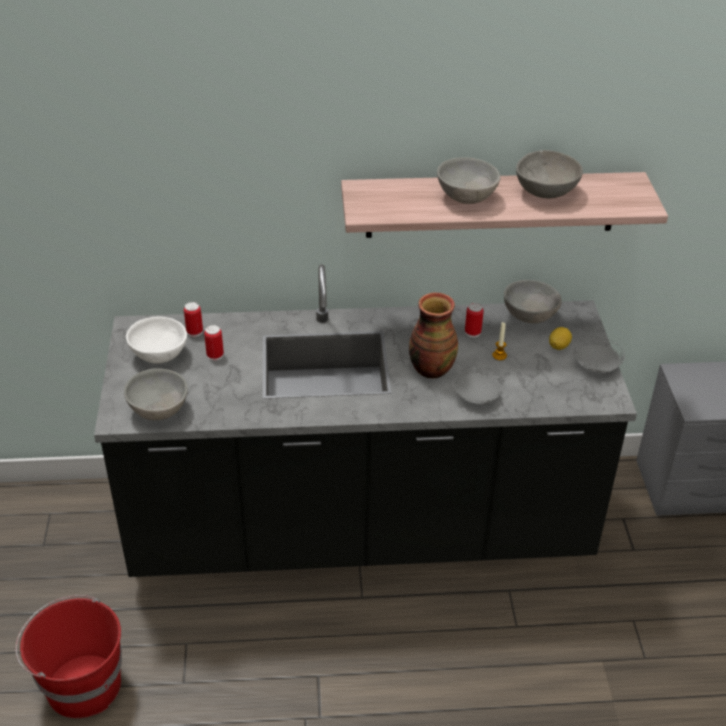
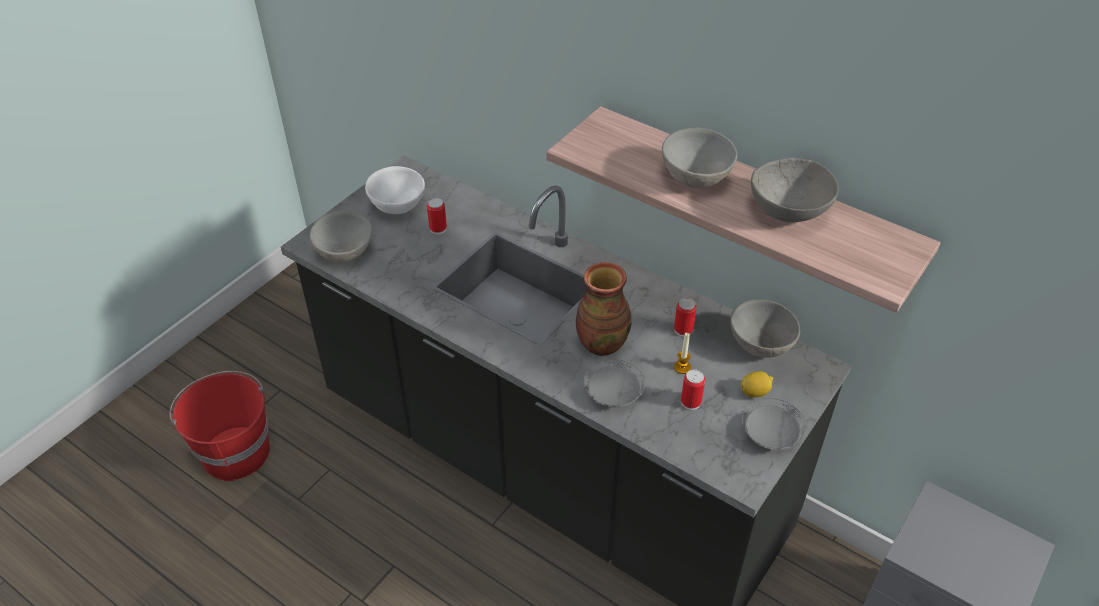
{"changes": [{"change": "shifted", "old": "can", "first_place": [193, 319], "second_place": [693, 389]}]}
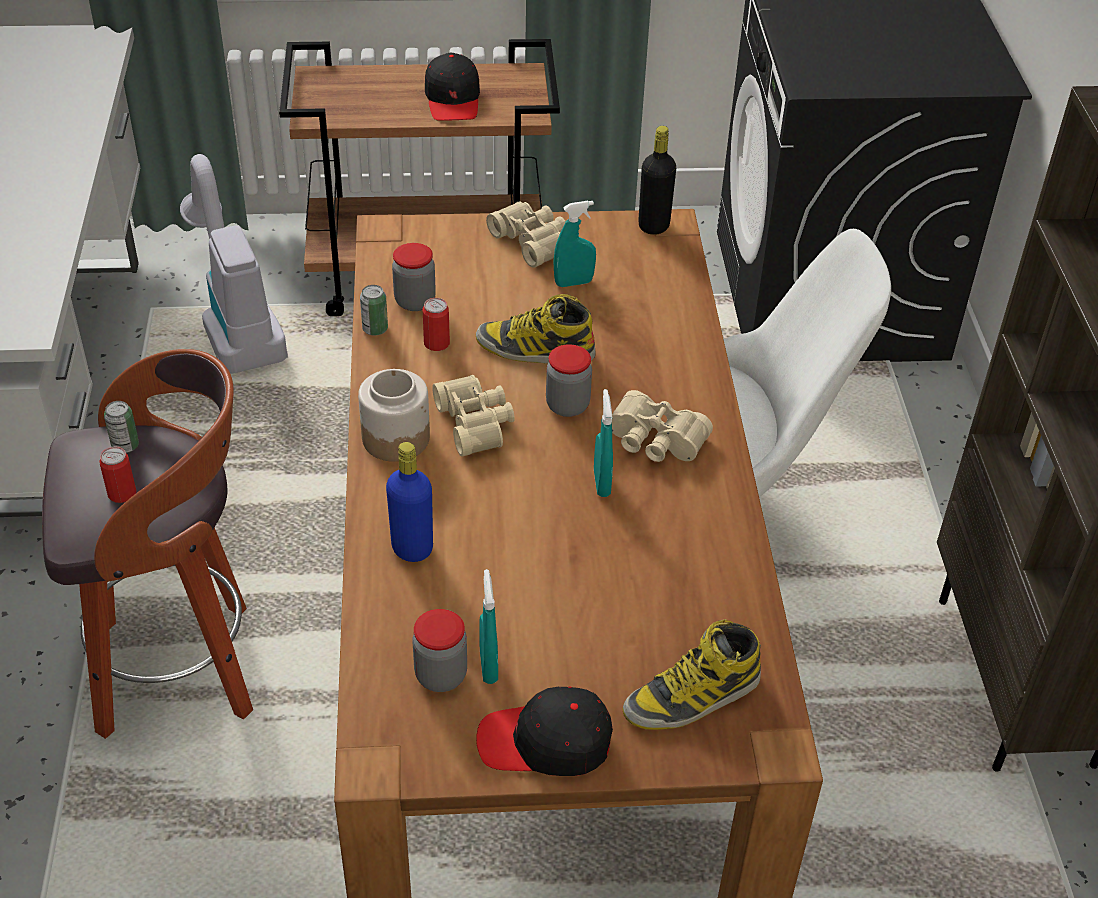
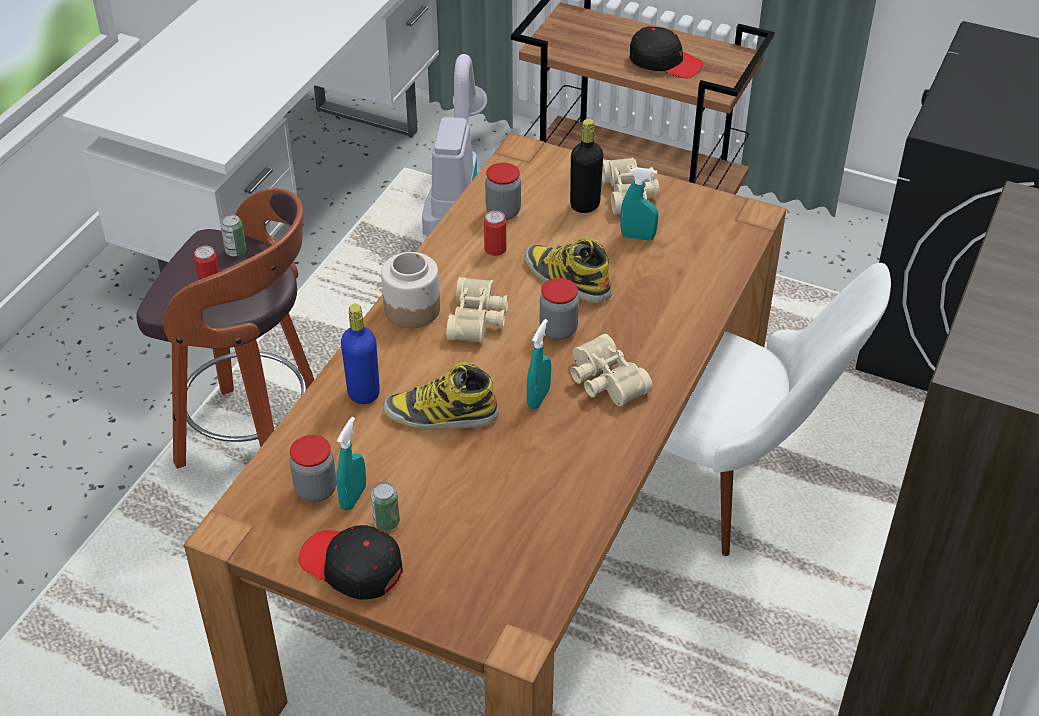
{"changes": [{"change": "shifted", "old": "can", "first_place": [374, 310], "second_place": [385, 506]}, {"change": "rotated", "old": "black-coloured baseball cap", "first_place": [452, 86], "second_place": [666, 52], "degrees": -90}, {"change": "shifted", "old": "boot", "first_place": [691, 674], "second_place": [440, 395]}, {"change": "shifted", "old": "black-coloured bottle", "first_place": [657, 180], "second_place": [586, 166]}]}
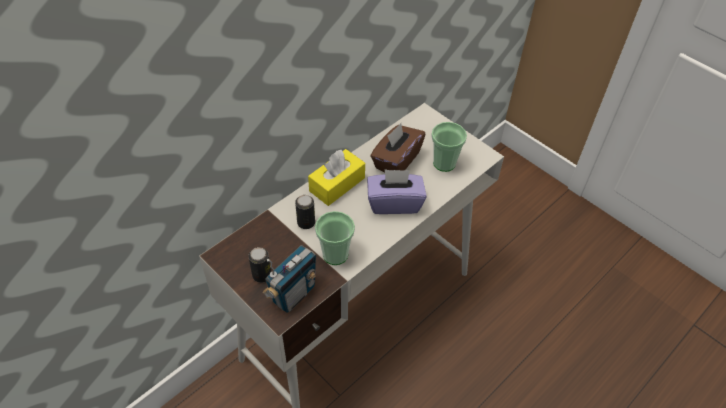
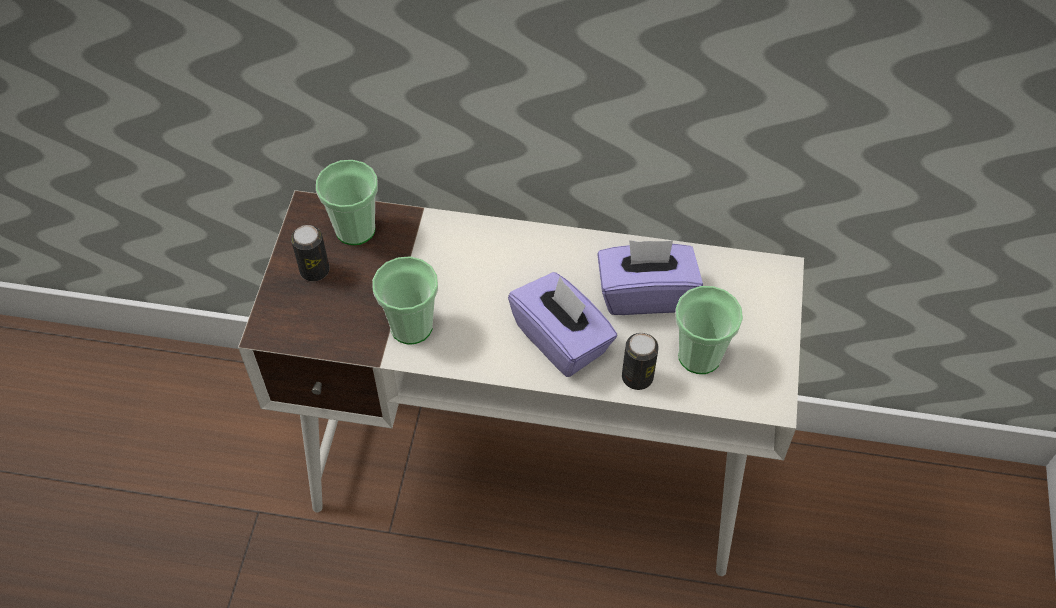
{"changes": [{"change": "gone", "old": "radio receiver", "first_place": [289, 279]}, {"change": "shifted", "old": "can", "first_place": [305, 212], "second_place": [640, 361]}, {"change": "gone", "old": "yellow box of tissues", "first_place": [336, 177]}, {"change": "repainted", "old": "brown-coloured box of tissues", "new": "purplish box of tissues", "first_place": [398, 147], "second_place": [650, 277]}, {"change": "new", "new": "drinking cup", "second_place": [347, 202]}]}
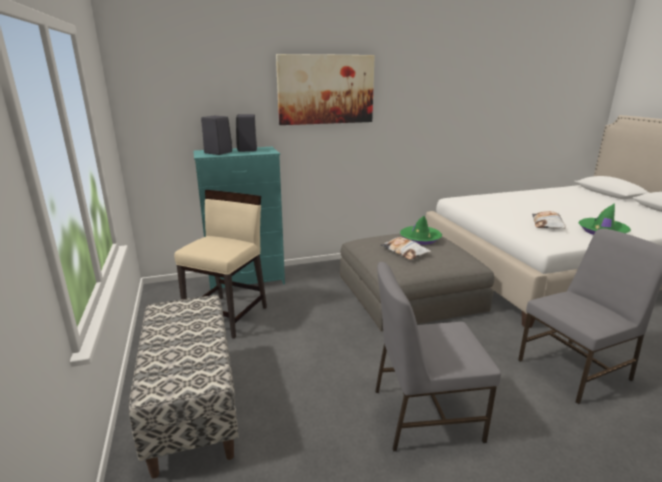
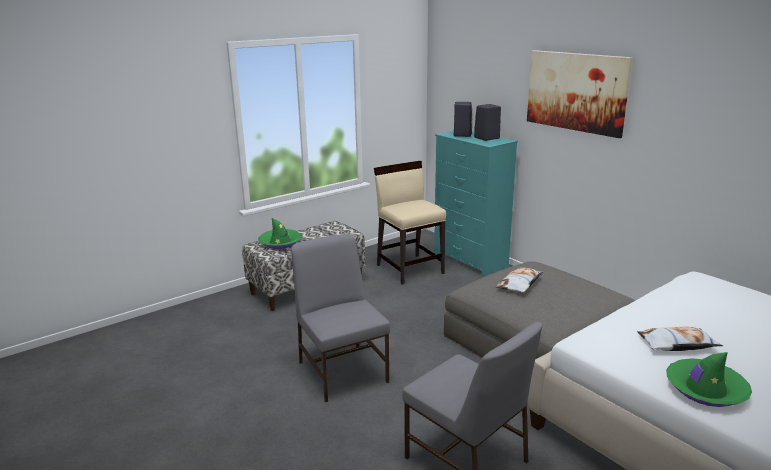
{"changes": [{"change": "rotated", "old": "sand-coloured chair", "first_place": [220, 264], "second_place": [410, 223], "degrees": -120}, {"change": "shifted", "old": "greenish clothing hat", "first_place": [421, 230], "second_place": [280, 233]}]}
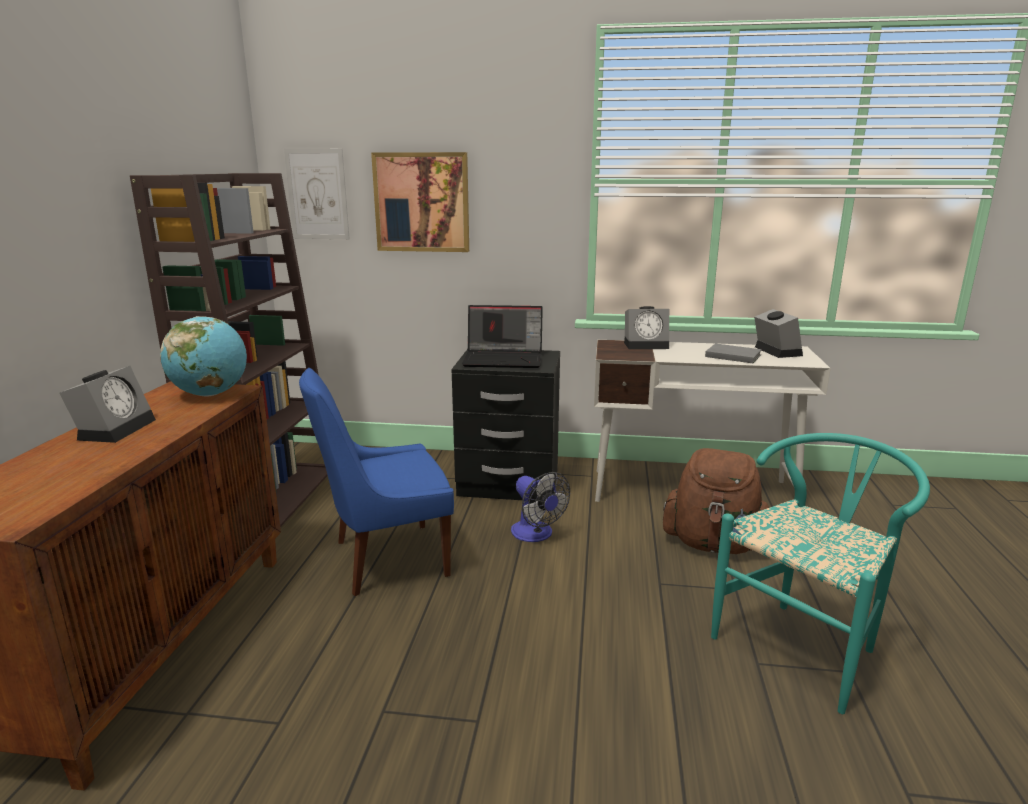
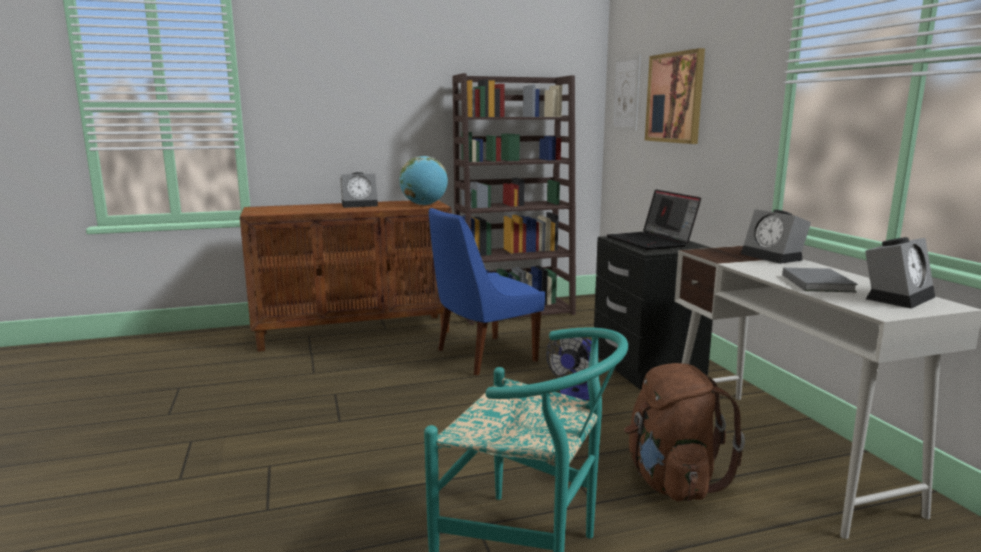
{"changes": [{"change": "rotated", "old": "blue chair", "first_place": [376, 482], "second_place": [487, 292], "degrees": -75}]}
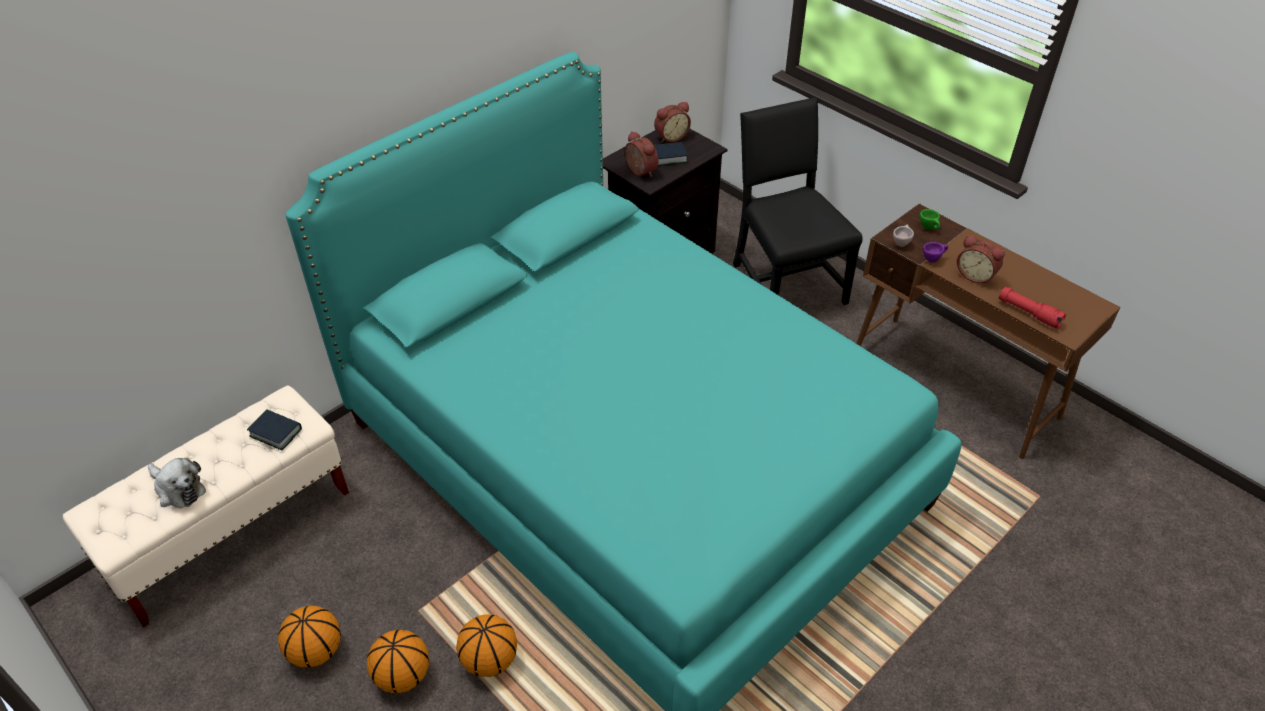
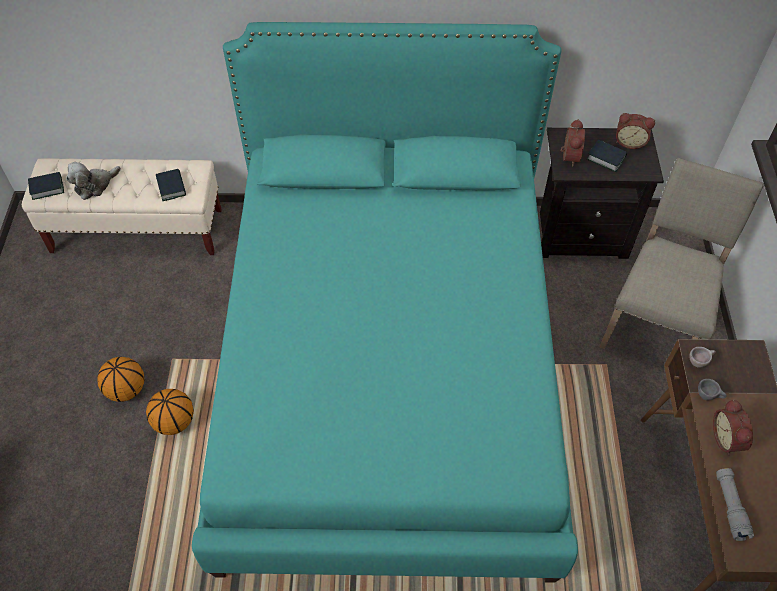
{"changes": [{"change": "rotated", "old": "plush toy", "first_place": [177, 483], "second_place": [93, 181], "degrees": 60}, {"change": "gone", "old": "basketball", "first_place": [309, 637]}, {"change": "repainted", "old": "black-coloured chair", "new": "sand-coloured chair", "first_place": [797, 201], "second_place": [682, 253]}, {"change": "gone", "old": "greenish drinking cup", "first_place": [930, 219]}, {"change": "repainted", "old": "purplish drinking cup", "new": "grey drinking cup", "first_place": [935, 252], "second_place": [712, 390]}, {"change": "repainted", "old": "reddish torch", "new": "grey torch", "first_place": [1032, 308], "second_place": [735, 504]}, {"change": "new", "new": "bound book", "second_place": [46, 186]}]}
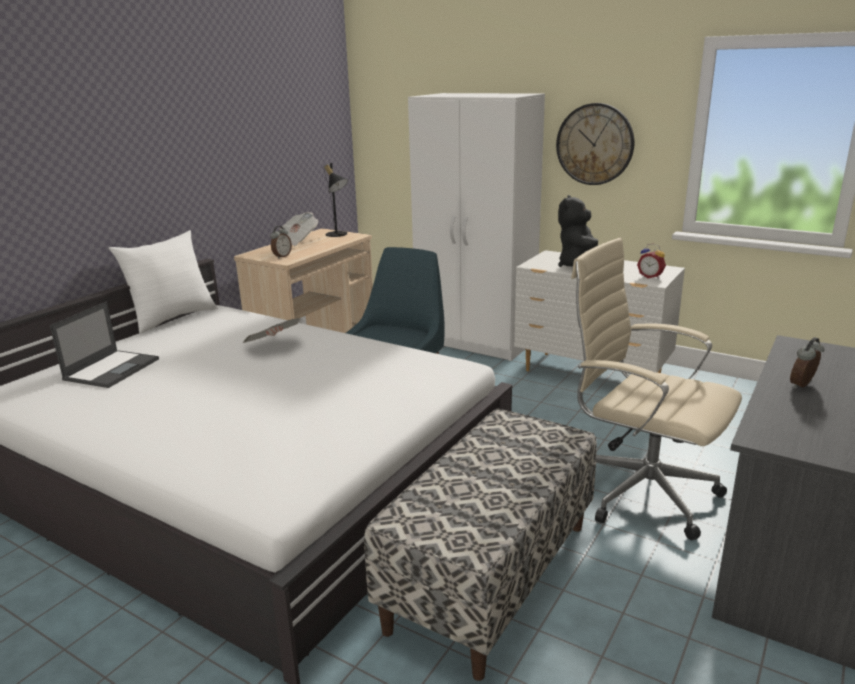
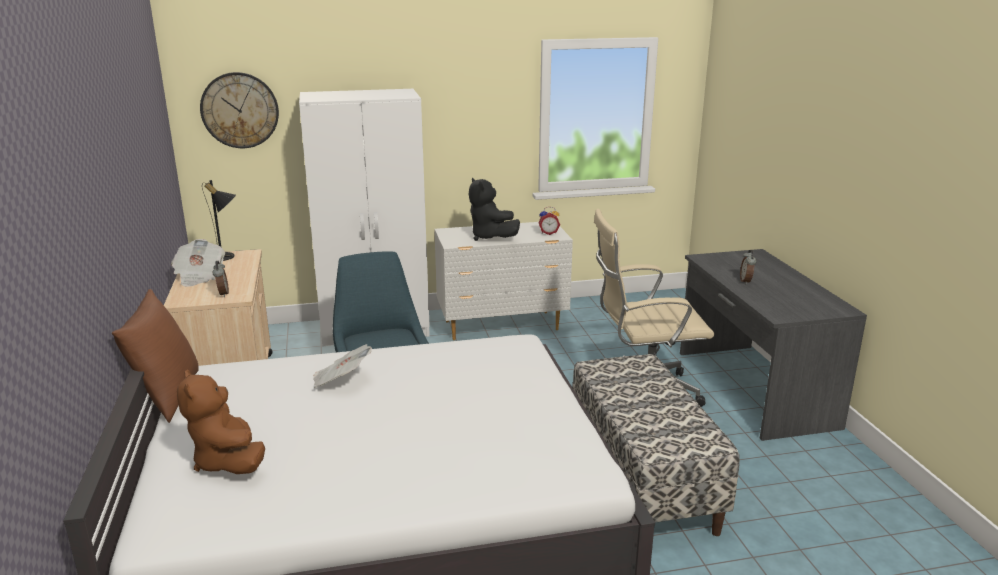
{"changes": [{"change": "swapped", "old": "portable computer", "new": "brown-coloured plush toy", "first_place": [104, 344], "second_place": [221, 421]}, {"change": "repainted", "old": "whitish pillow", "new": "brown-coloured pillow", "first_place": [163, 282], "second_place": [155, 356]}, {"change": "shifted", "old": "clock on the wall", "first_place": [595, 144], "second_place": [239, 110]}]}
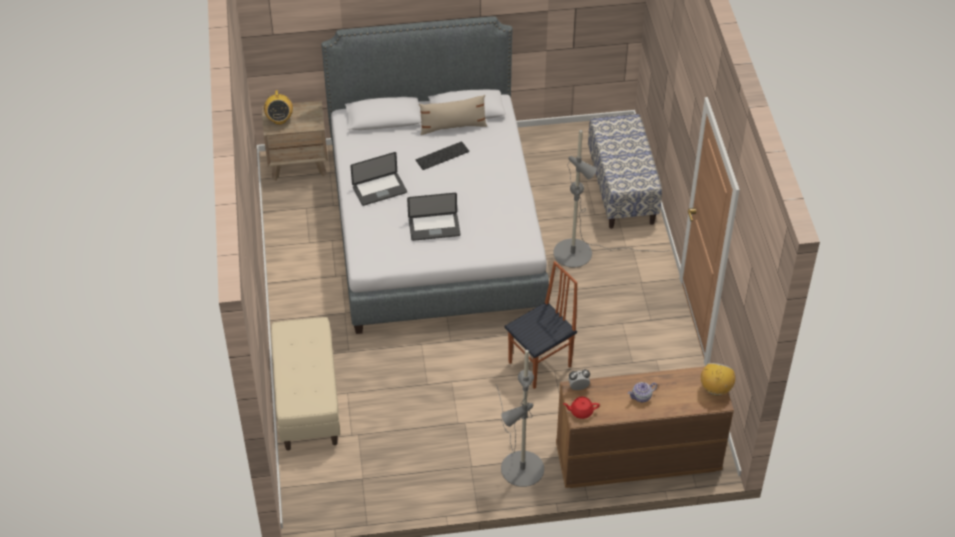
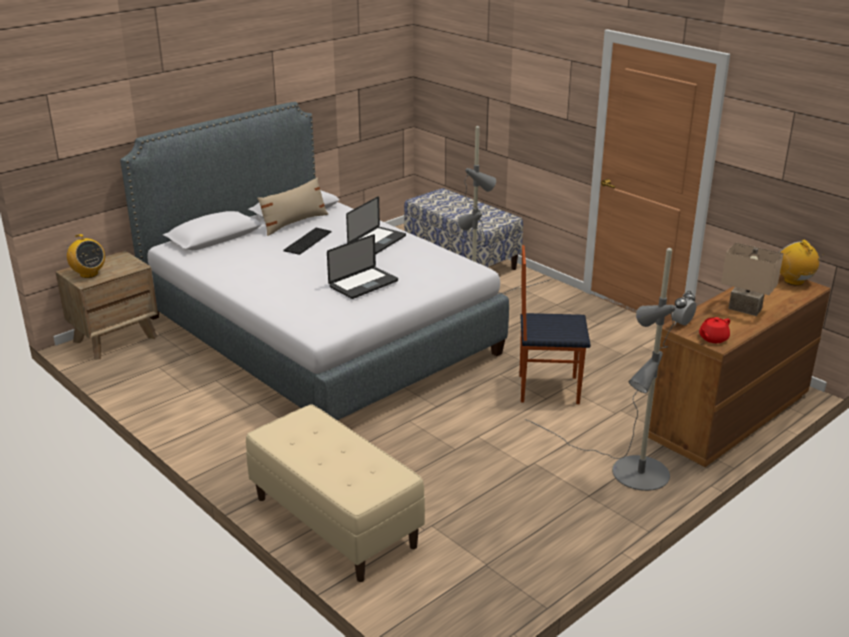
{"changes": [{"change": "shifted", "old": "portable computer", "first_place": [379, 179], "second_place": [376, 225]}, {"change": "rotated", "old": "chair", "first_place": [540, 325], "second_place": [555, 324], "degrees": -105}, {"change": "swapped", "old": "teapot", "new": "sand-coloured table lamp", "first_place": [642, 392], "second_place": [752, 279]}]}
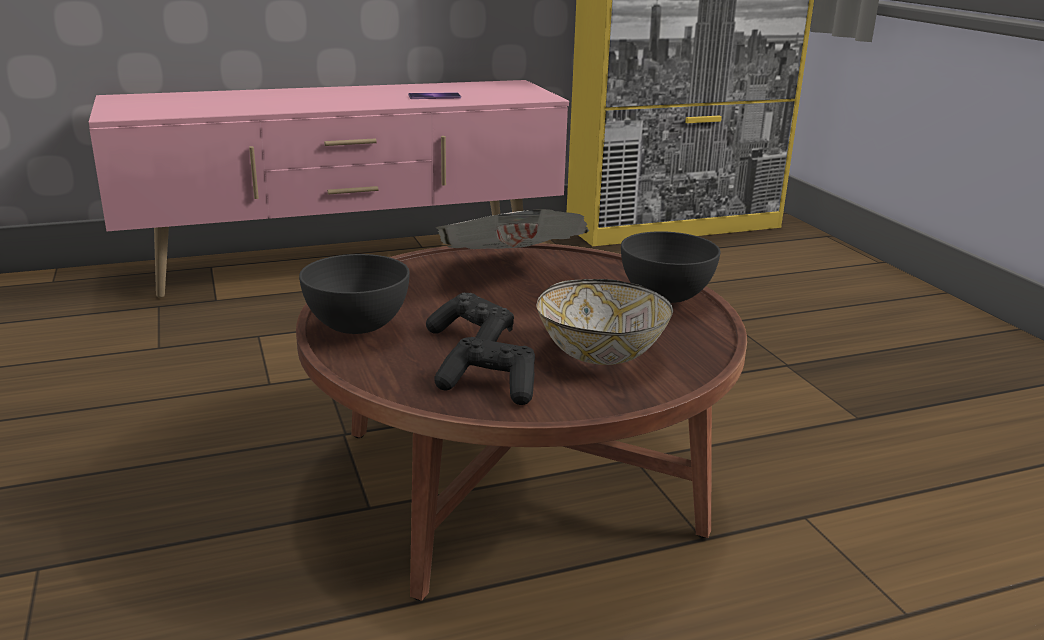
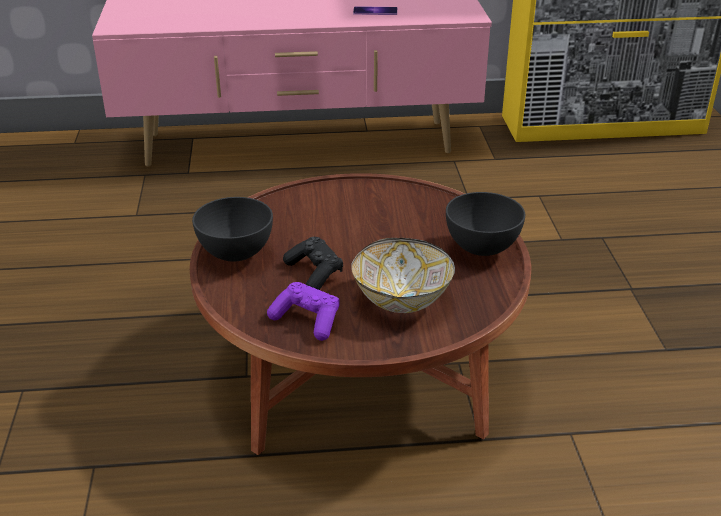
{"changes": [{"change": "gone", "old": "daily paper", "first_place": [512, 229]}, {"change": "repainted", "old": "black-coloured joypad", "new": "purplish joypad", "first_place": [485, 371], "second_place": [303, 311]}]}
